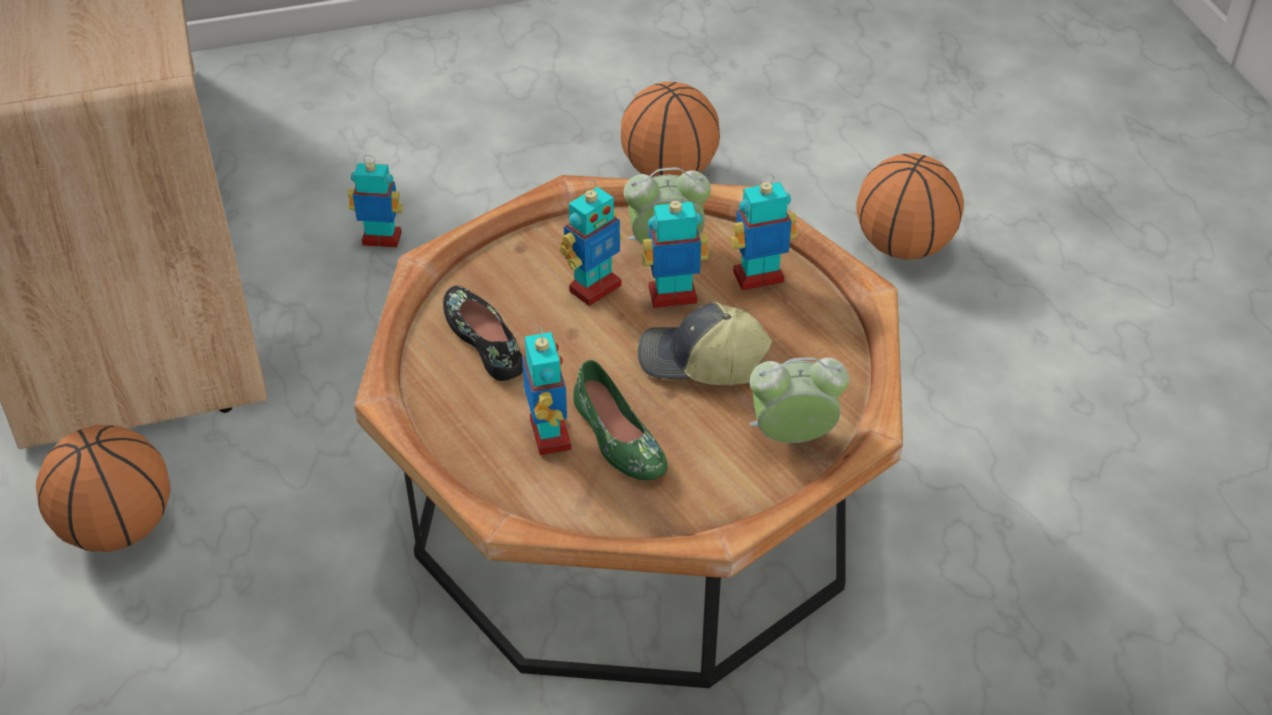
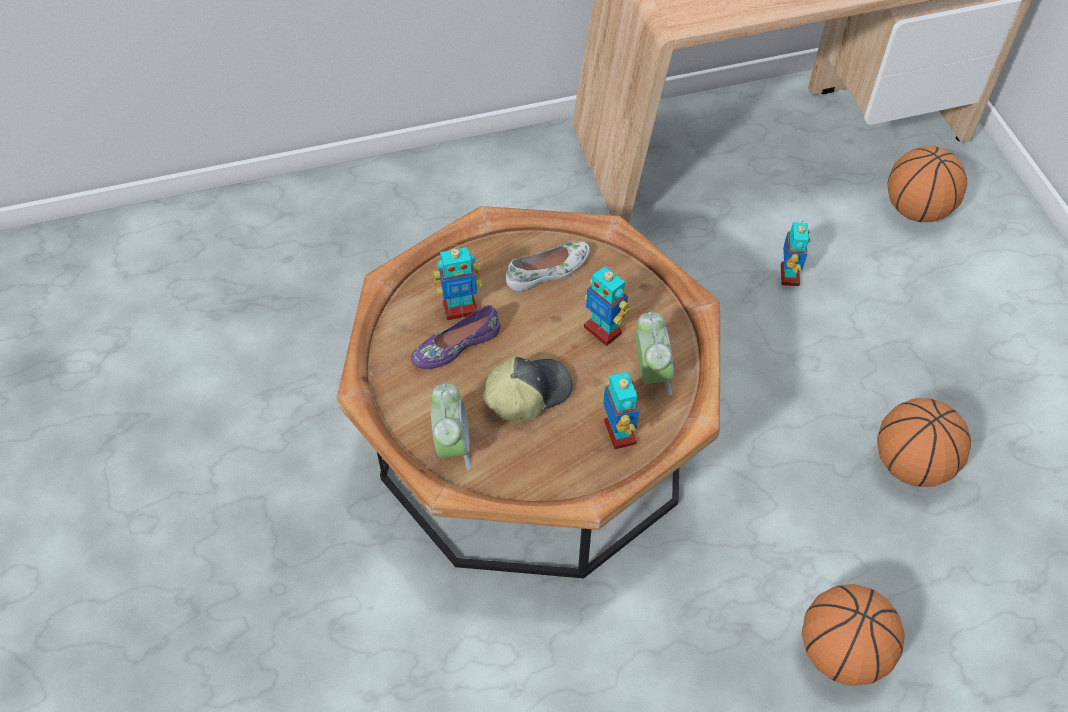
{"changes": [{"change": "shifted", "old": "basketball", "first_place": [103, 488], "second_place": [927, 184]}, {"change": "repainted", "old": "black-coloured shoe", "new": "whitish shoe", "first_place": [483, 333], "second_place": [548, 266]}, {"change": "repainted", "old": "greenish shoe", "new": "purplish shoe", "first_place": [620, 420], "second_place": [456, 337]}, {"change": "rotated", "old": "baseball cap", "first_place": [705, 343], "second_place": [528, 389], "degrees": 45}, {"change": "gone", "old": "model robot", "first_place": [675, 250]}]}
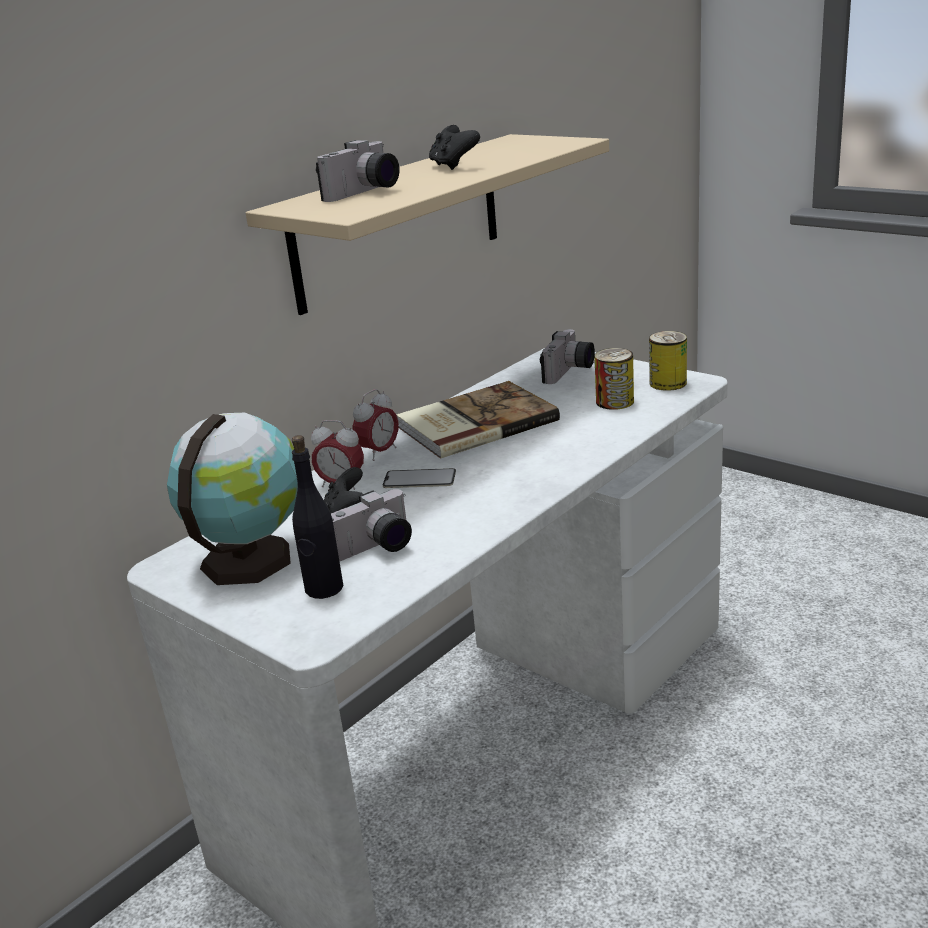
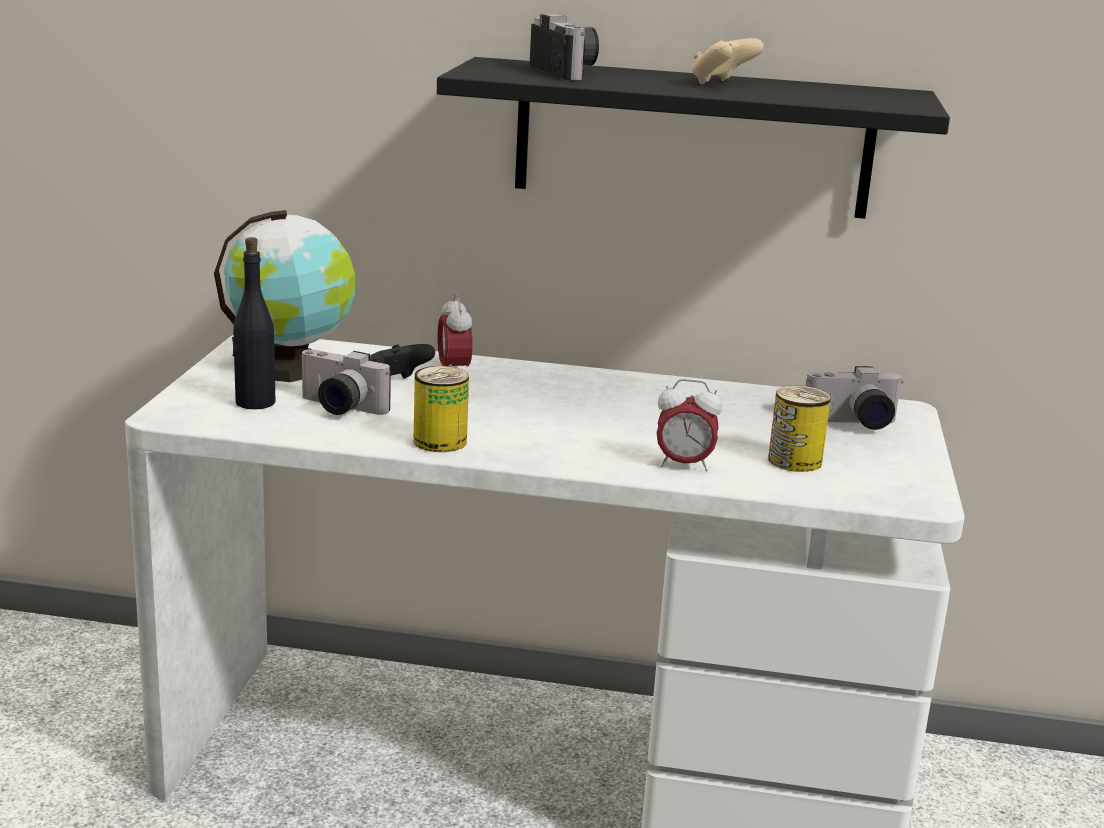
{"changes": [{"change": "repainted", "old": "sand-coloured wall shelf", "new": "black-coloured wall shelf", "first_place": [427, 224], "second_place": [693, 138]}, {"change": "rotated", "old": "photo camera", "first_place": [358, 171], "second_place": [564, 47], "degrees": -120}, {"change": "shifted", "old": "bedside clock", "first_place": [376, 425], "second_place": [689, 425]}, {"change": "gone", "old": "phone", "first_place": [419, 478]}, {"change": "gone", "old": "bound book", "first_place": [478, 420]}, {"change": "repainted", "old": "black-coloured joypad", "new": "sand-coloured joypad", "first_place": [454, 147], "second_place": [728, 61]}, {"change": "shifted", "old": "can", "first_place": [668, 361], "second_place": [441, 409]}]}
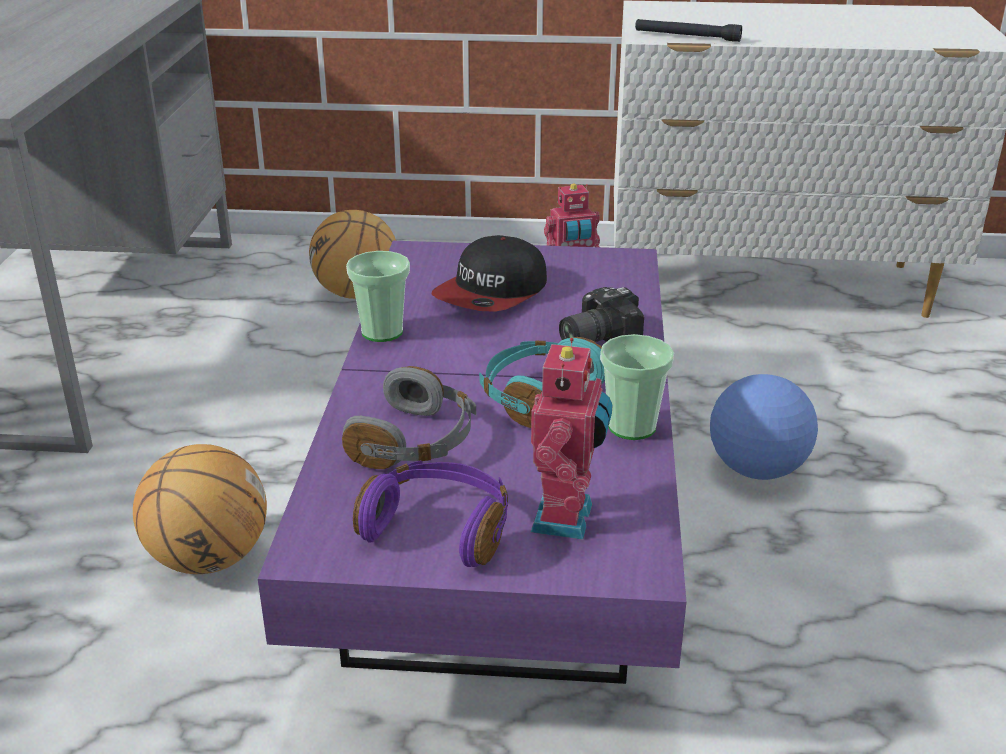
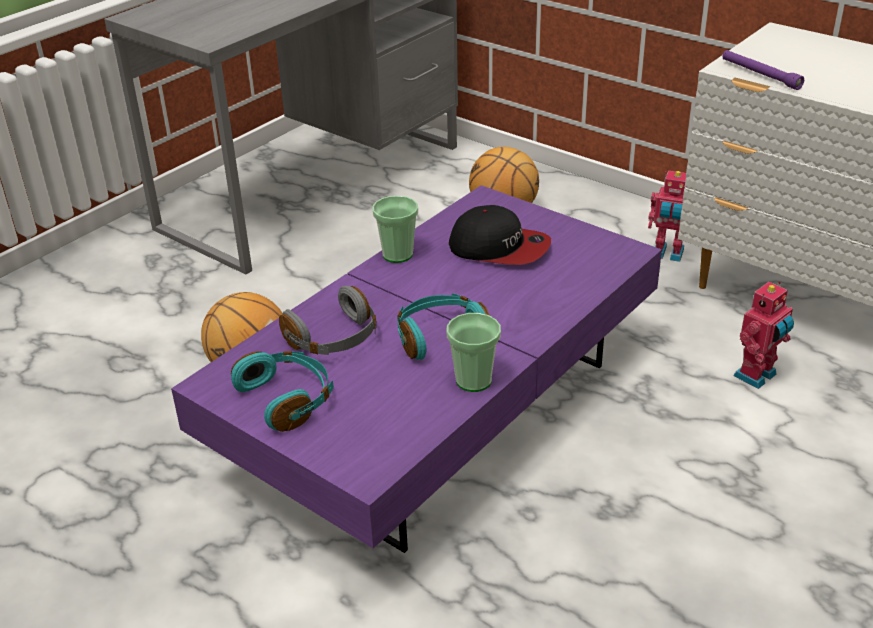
{"changes": [{"change": "repainted", "old": "purplish pair of headphones", "new": "turquoise pair of headphones", "first_place": [430, 514], "second_place": [282, 391]}, {"change": "rotated", "old": "baseball cap", "first_place": [489, 273], "second_place": [500, 235], "degrees": -135}, {"change": "shifted", "old": "model robot", "first_place": [571, 439], "second_place": [763, 335]}, {"change": "gone", "old": "photo camera", "first_place": [601, 314]}, {"change": "repainted", "old": "black-coloured torch", "new": "purplish torch", "first_place": [688, 30], "second_place": [763, 70]}, {"change": "gone", "old": "football", "first_place": [764, 427]}]}
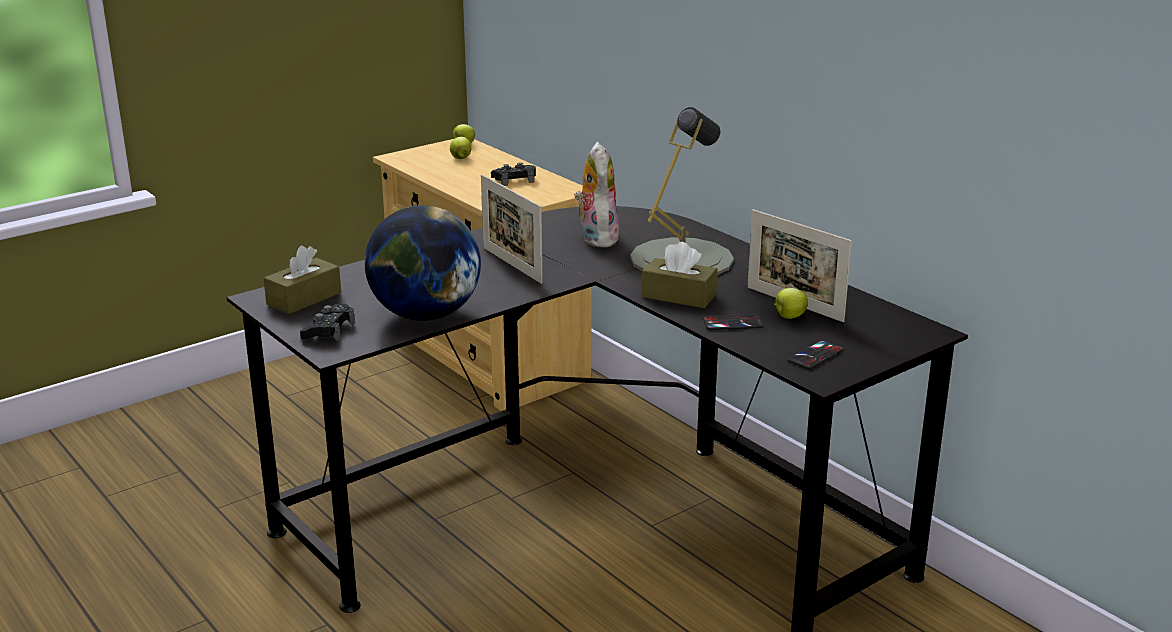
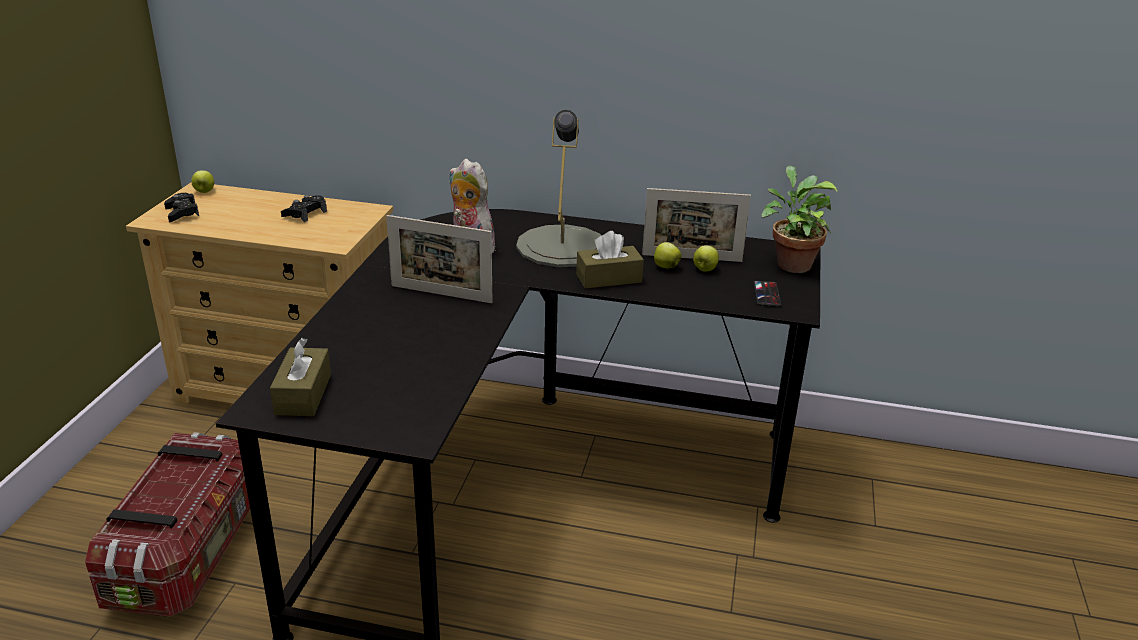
{"changes": [{"change": "shifted", "old": "black-coloured joypad", "first_place": [327, 322], "second_place": [181, 207]}, {"change": "gone", "old": "world globe", "first_place": [422, 263]}, {"change": "shifted", "old": "whole apple", "first_place": [460, 148], "second_place": [668, 255]}, {"change": "gone", "old": "phone", "first_place": [733, 322]}, {"change": "new", "new": "storage bin", "second_place": [167, 524]}, {"change": "new", "new": "plant in a pot", "second_place": [799, 219]}]}
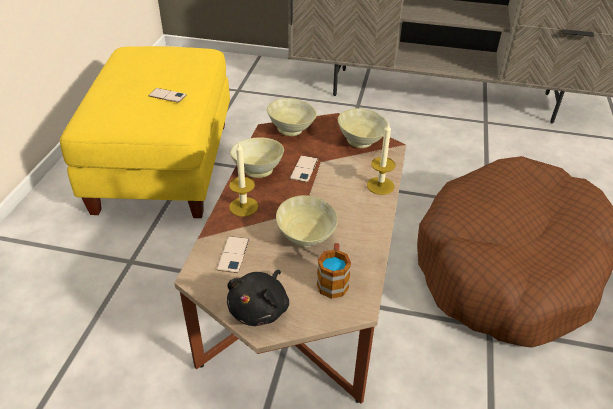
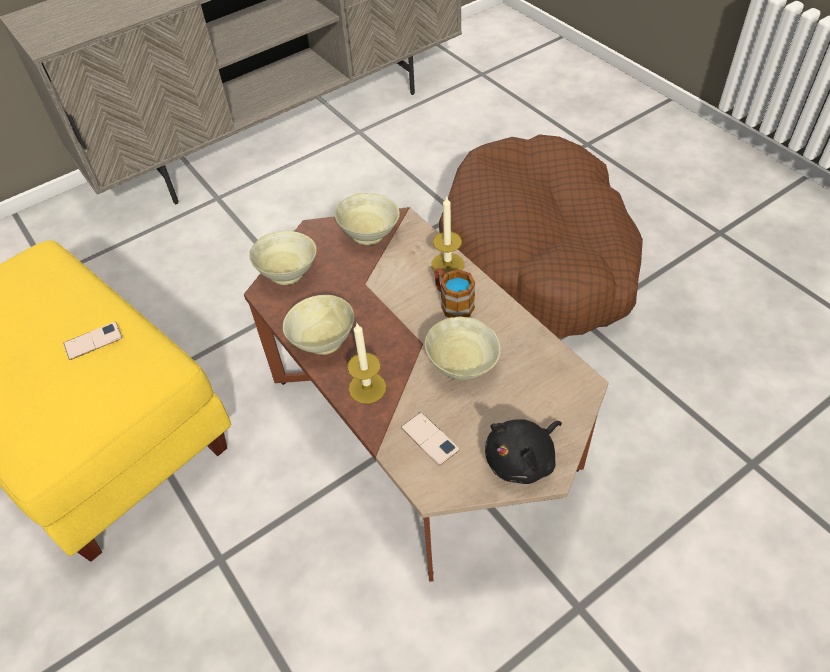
{"changes": [{"change": "rotated", "old": "black-coloured plush toy", "first_place": [258, 298], "second_place": [523, 451], "degrees": 75}, {"change": "gone", "old": "phone", "first_place": [304, 169]}, {"change": "shifted", "old": "tea mug", "first_place": [334, 271], "second_place": [454, 293]}]}
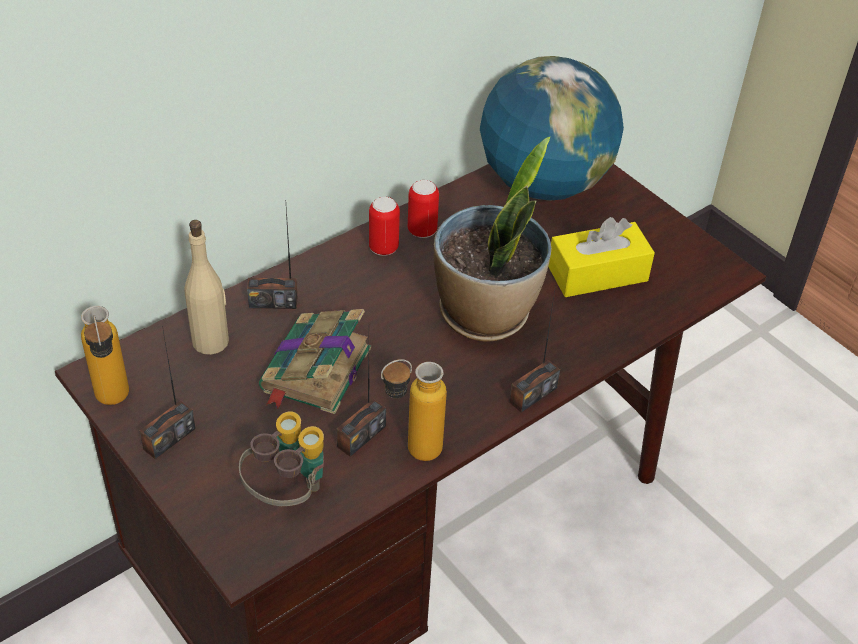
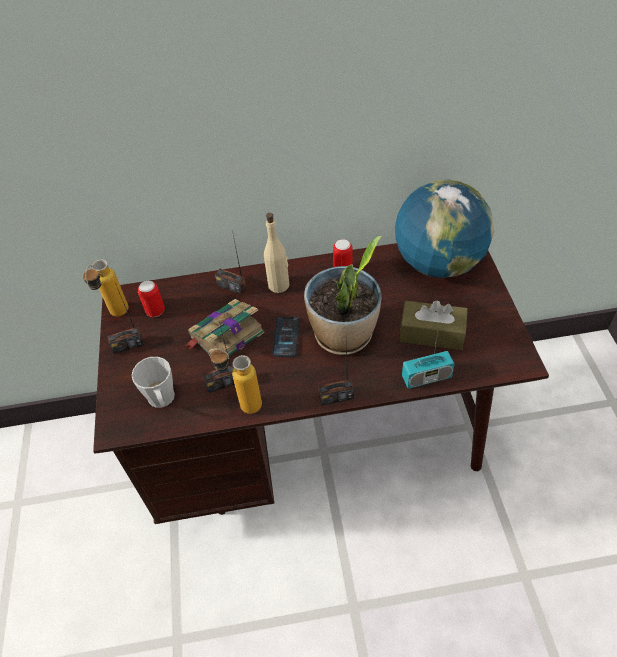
{"changes": [{"change": "shifted", "old": "sand-coloured bottle", "first_place": [206, 287], "second_place": [277, 253]}, {"change": "swapped", "old": "pair of binoculars", "new": "grey tea mug", "first_place": [281, 458], "second_place": [153, 382]}, {"change": "shifted", "old": "can", "first_place": [384, 226], "second_place": [151, 299]}, {"change": "repainted", "old": "yellow box of tissues", "new": "brown-coloured box of tissues", "first_place": [601, 257], "second_place": [434, 325]}, {"change": "new", "new": "phone", "second_place": [285, 337]}, {"change": "new", "new": "radio receiver", "second_place": [428, 358]}]}
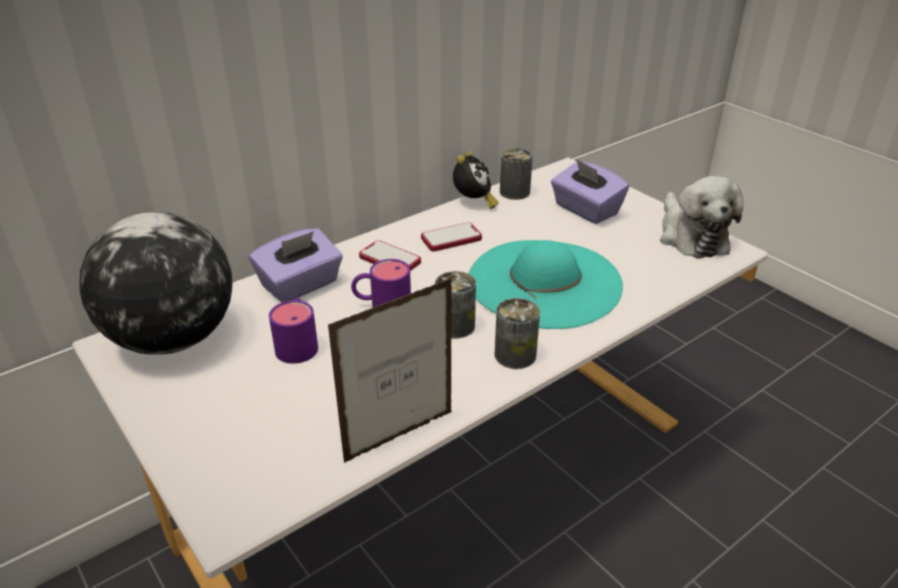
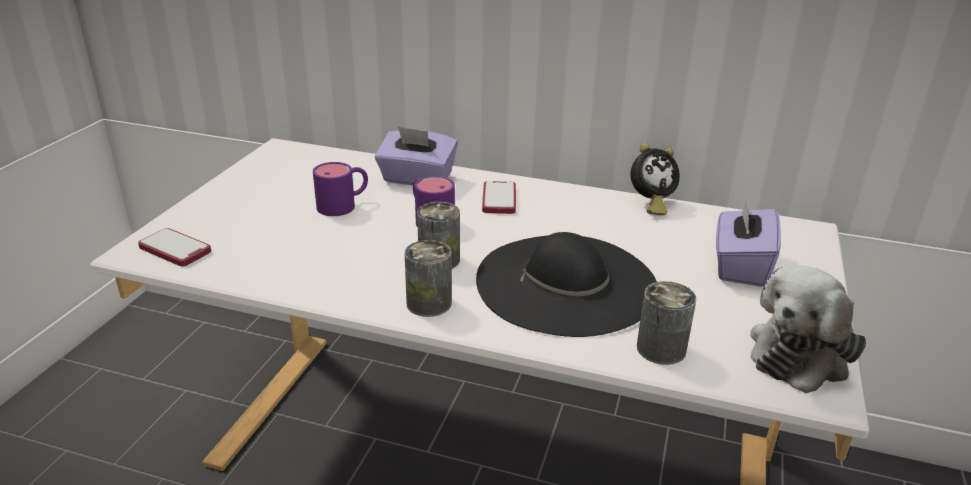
{"changes": [{"change": "gone", "old": "world globe", "first_place": [155, 283]}, {"change": "gone", "old": "picture frame", "first_place": [390, 370]}, {"change": "shifted", "old": "phone", "first_place": [451, 236], "second_place": [174, 247]}, {"change": "repainted", "old": "turquoise clothing hat", "new": "black-coloured clothing hat", "first_place": [546, 284], "second_place": [566, 284]}, {"change": "shifted", "old": "can", "first_place": [516, 174], "second_place": [666, 323]}]}
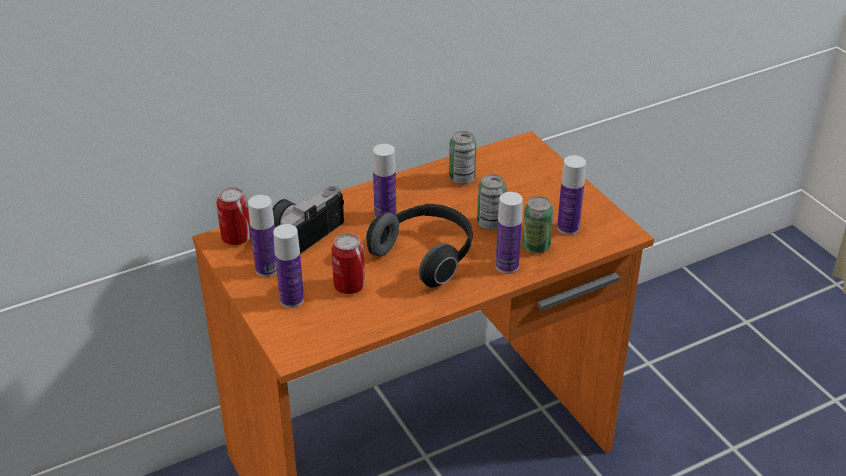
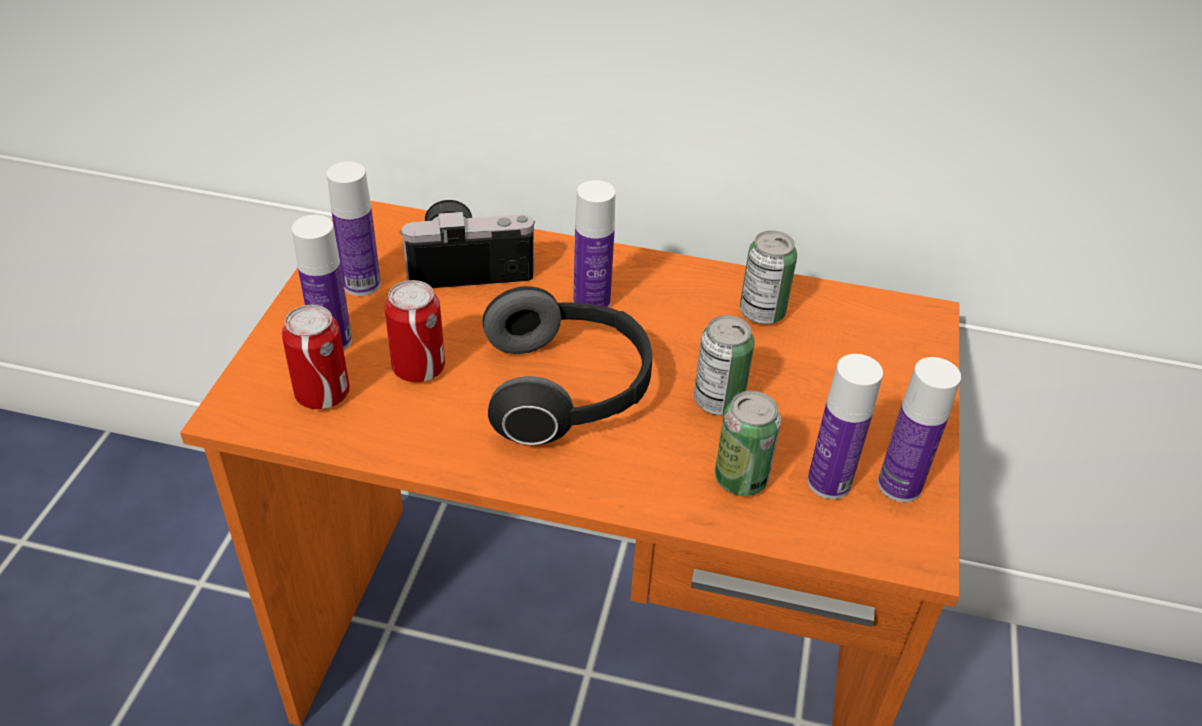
{"changes": [{"change": "shifted", "old": "can", "first_place": [234, 216], "second_place": [316, 357]}, {"change": "shifted", "old": "bottle", "first_place": [509, 233], "second_place": [919, 429]}]}
